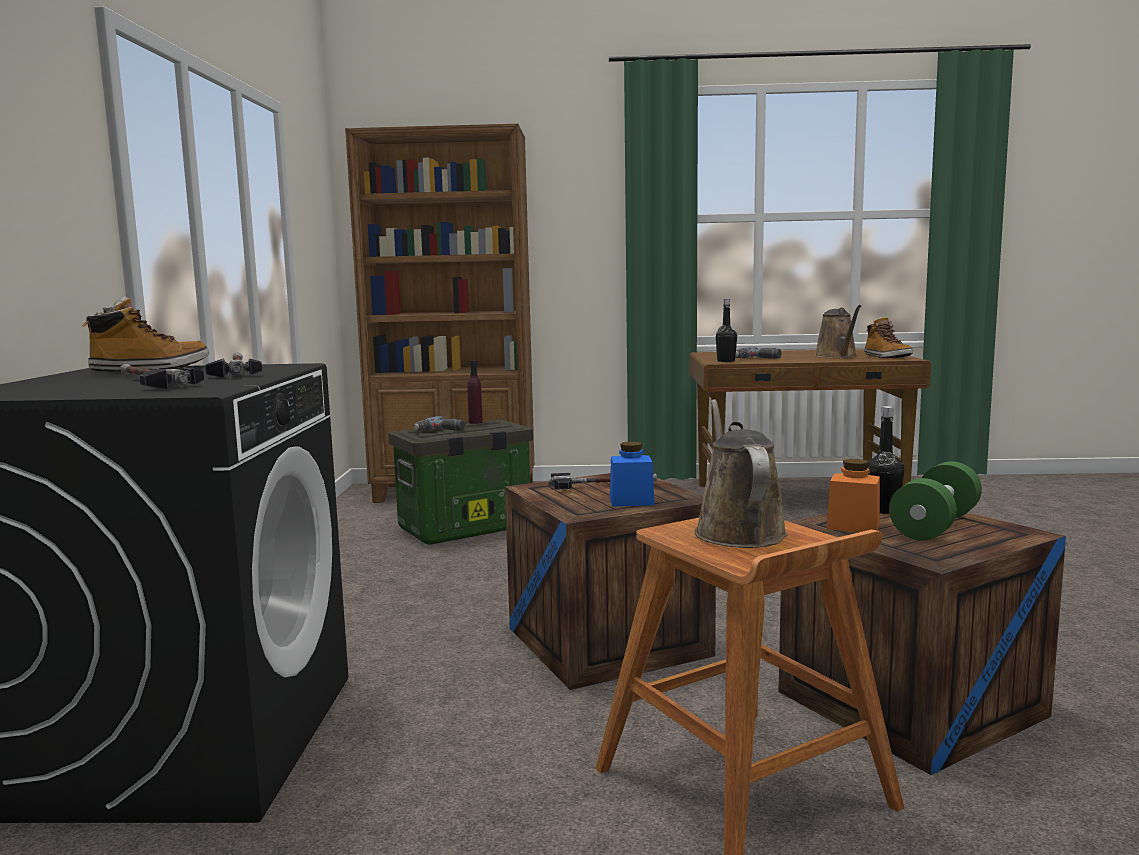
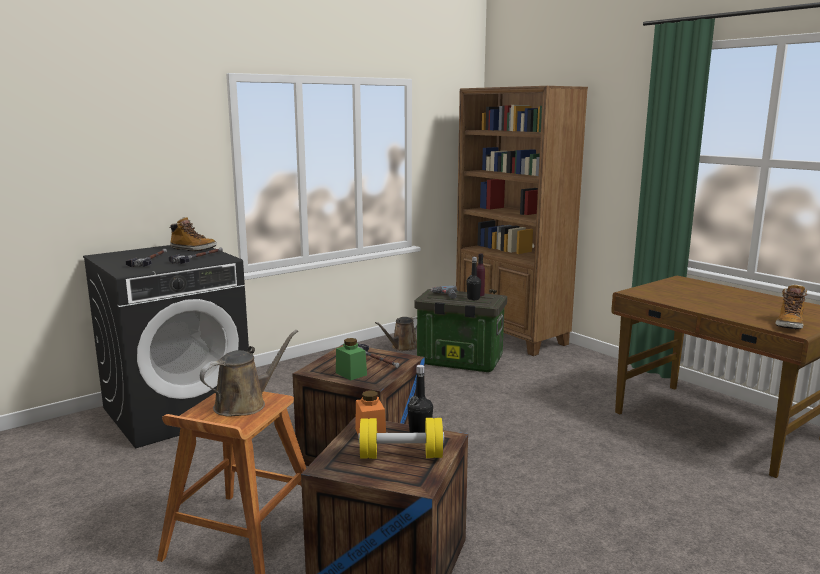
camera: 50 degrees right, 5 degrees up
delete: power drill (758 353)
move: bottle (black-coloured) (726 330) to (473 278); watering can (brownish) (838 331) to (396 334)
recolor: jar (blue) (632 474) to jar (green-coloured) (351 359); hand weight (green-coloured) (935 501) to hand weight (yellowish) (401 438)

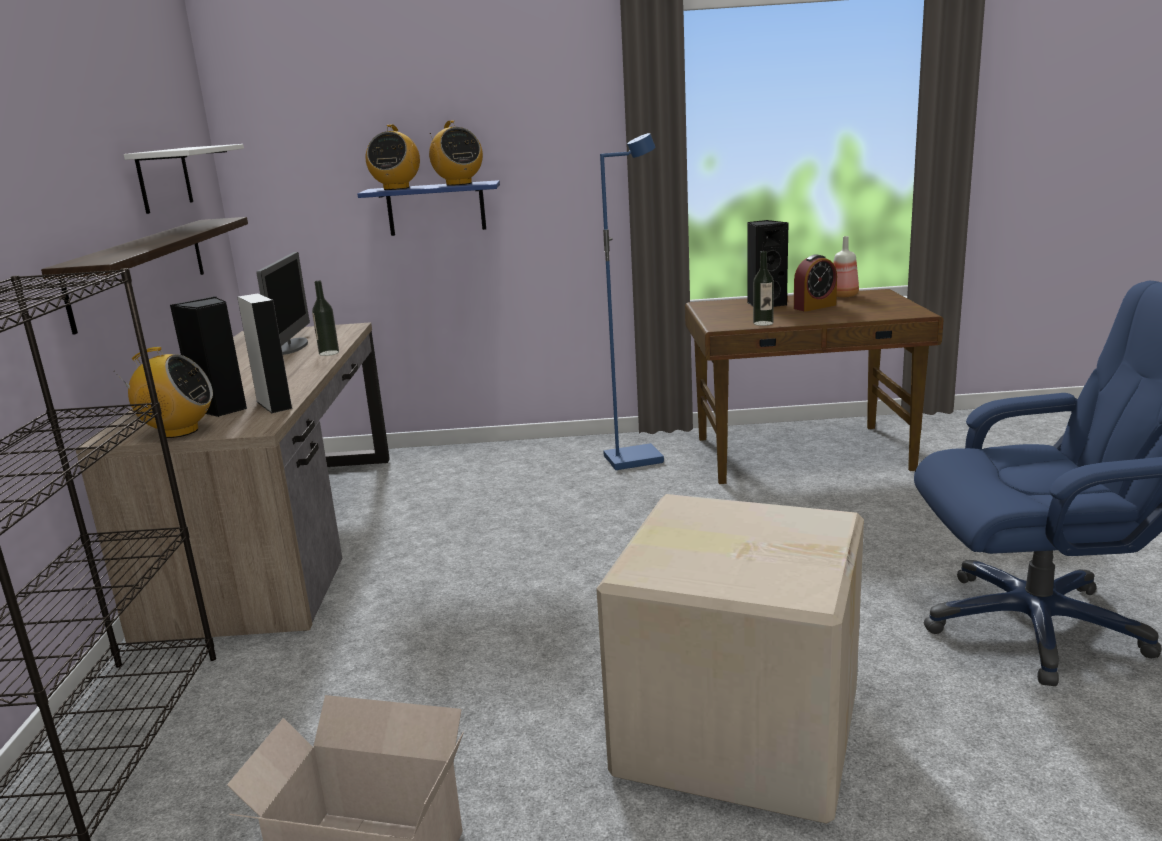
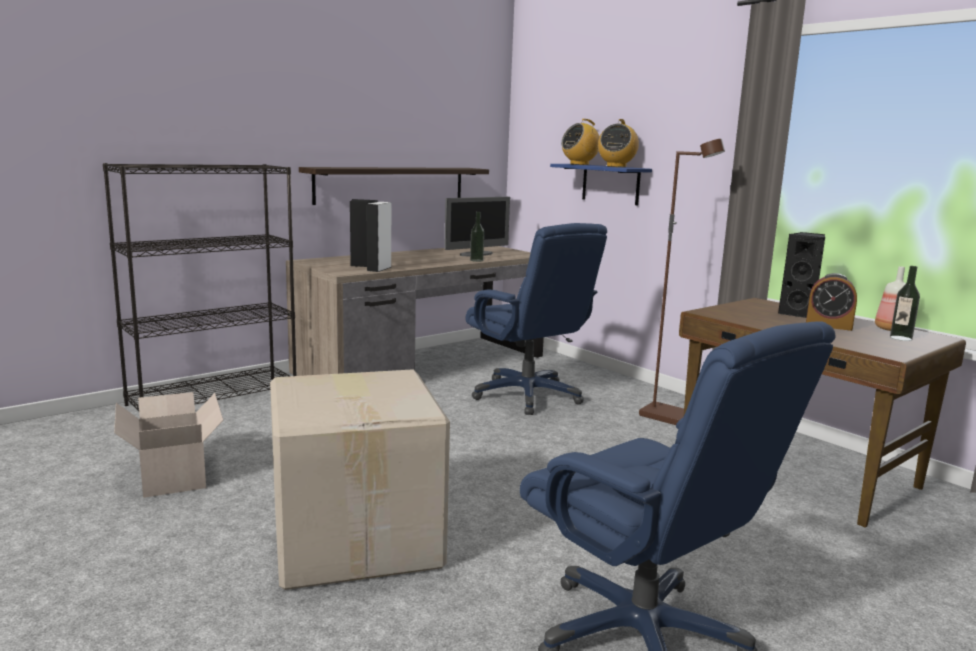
camera: 50 degrees right, 5 degrees down
delete: radio receiver (163 392); bracket shelf (white) (184 179)
insert: computer chair (blue) (536 319)
move: bottle (763 288) to (905 303)
recolor: standard lamp (blue) (632 301) to standard lamp (brownish) (682 282)

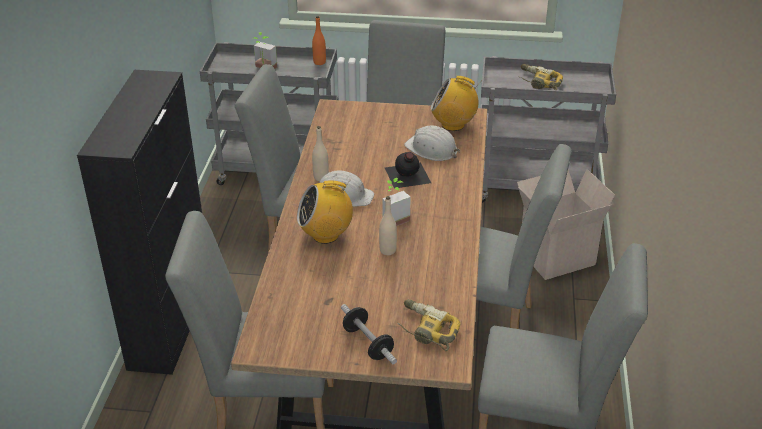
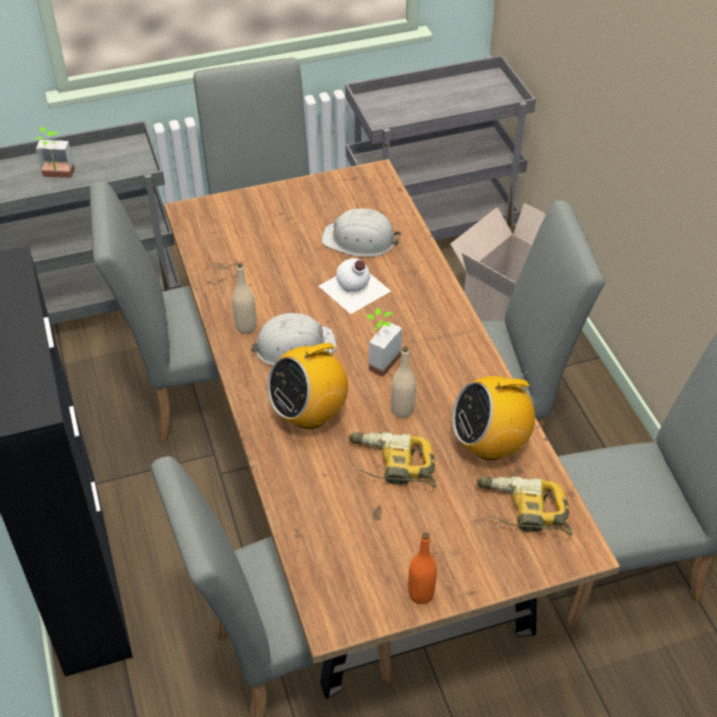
camera: 25 degrees left, 10 degrees up
delete: hand weight (369 334)
move: bottle (orange-coloured) (319 40) to (422 568); radio receiver (456 103) to (493 414); power drill (540 77) to (392 459)
recolor: bottle (black-coloured) (408 170) to bottle (white) (355 286)

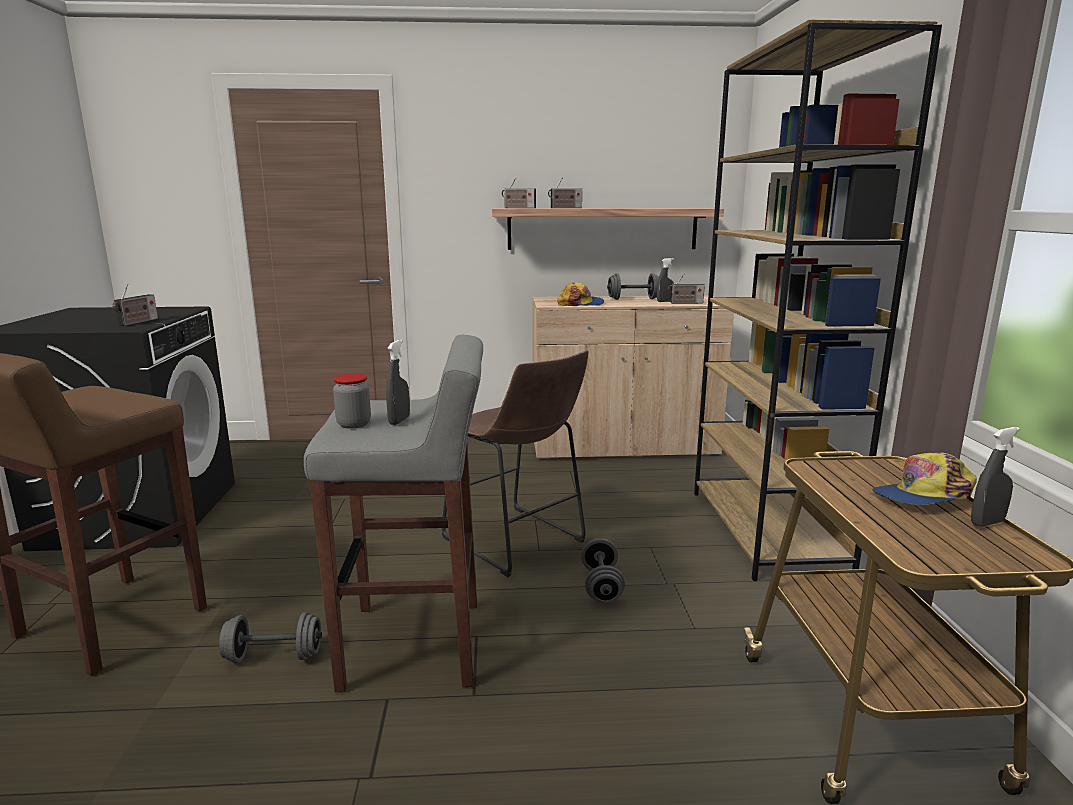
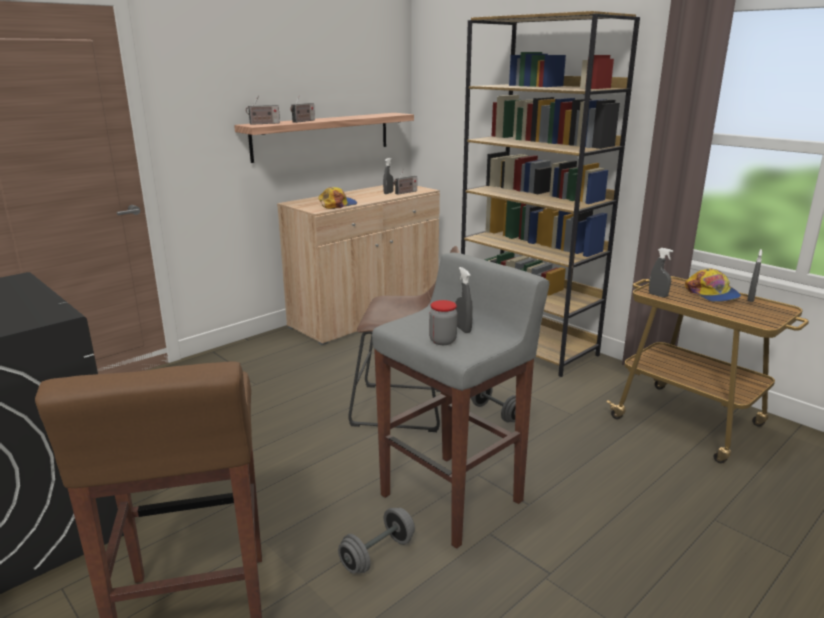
camera: 40 degrees left, 5 degrees up
delete: radio receiver (135 305); hand weight (gray) (633 286)
insert: hand sprayer (gray) (661 272)
rotate: peaked cap (924 478) = (713 285) 45 degrees counterclockwise

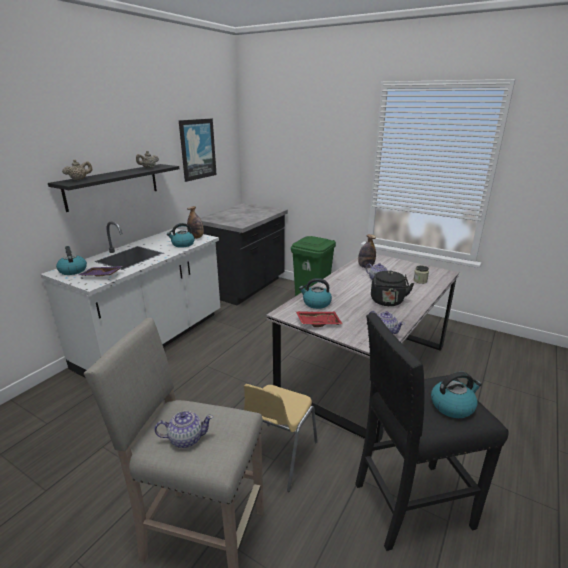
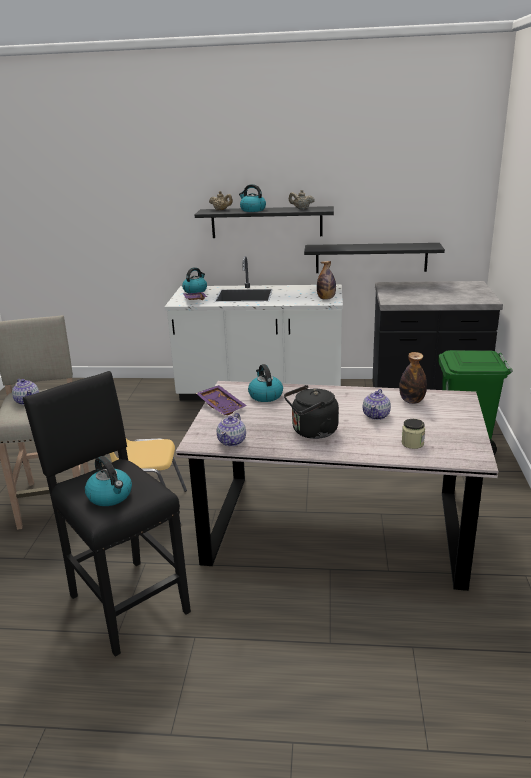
camera: 65 degrees right, 0 degrees up
delete: picture (198 150)
insert: bracket shelf (black-coloured) (374 258)
move: kettle (181 235) to (252 198)
recolor: tray (red) (319 319) to tray (purplish) (221 400)

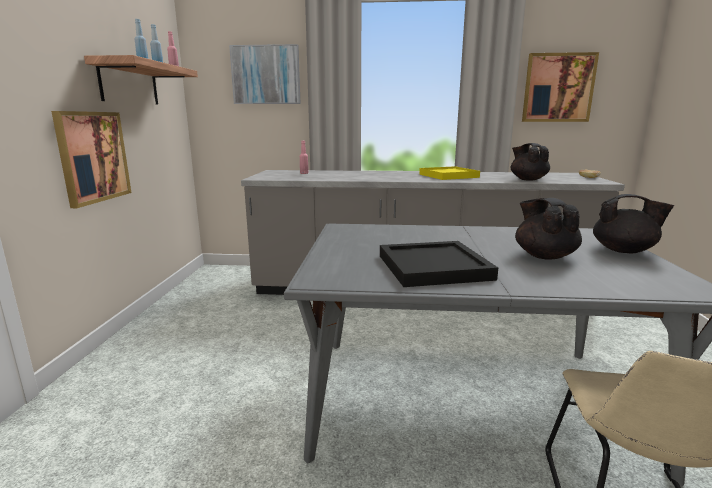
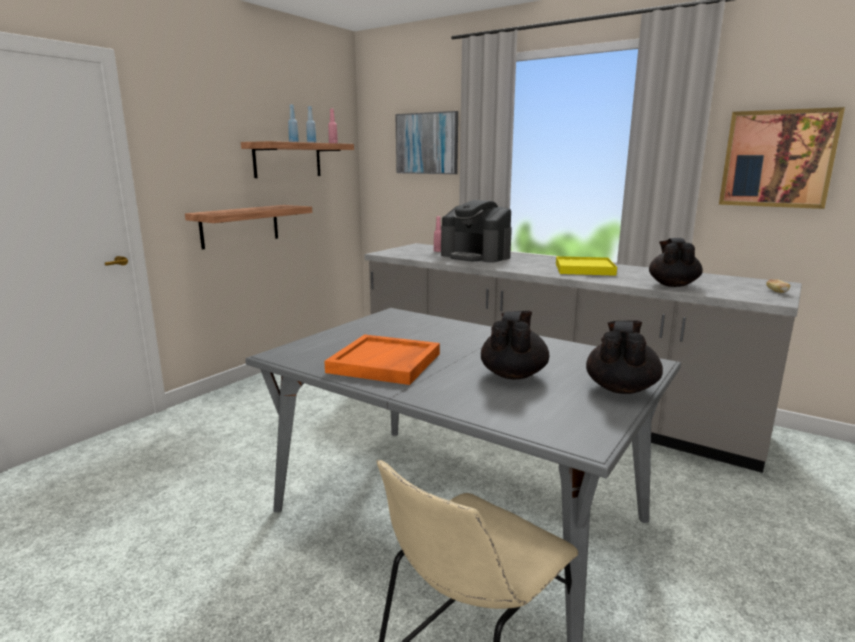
camera: 30 degrees right, 0 degrees up
insert: coffee machine (476 231)
replace: picture (91 159) to bracket shelf (248 227)
recolor: tray (black-coloured) (439 264) to tray (orange-coloured) (382 359)
rotate: pot for tea (black-coloured) (633 223) = (624 357) 120 degrees counterclockwise

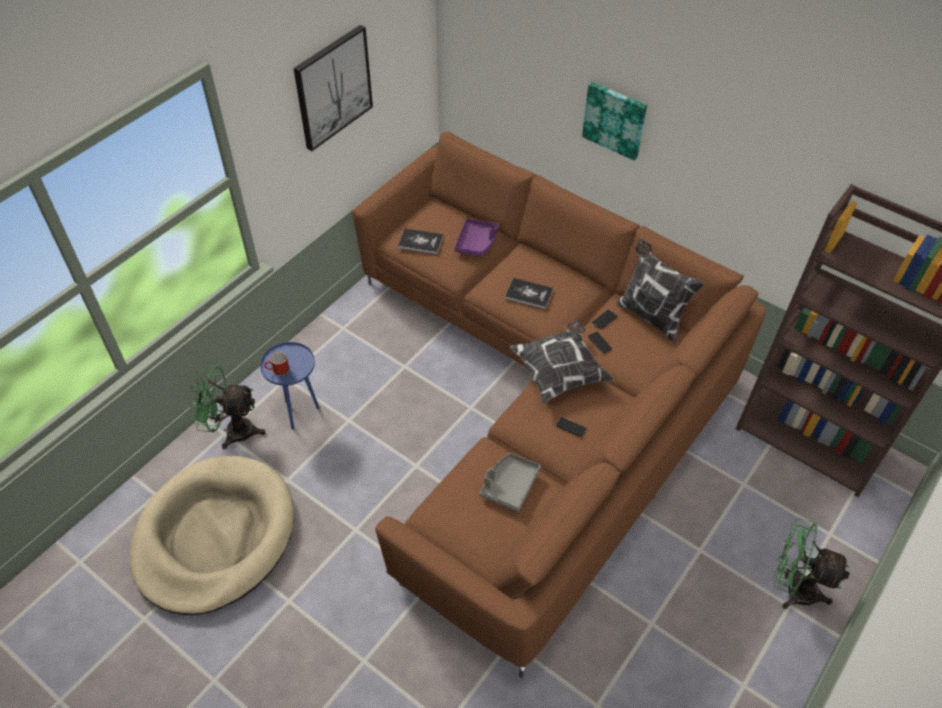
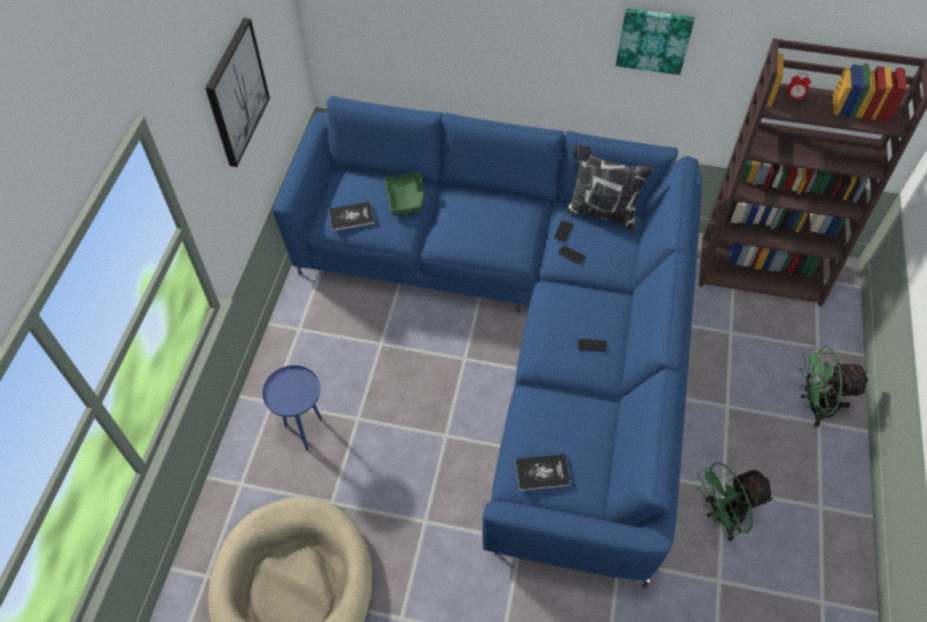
camera: 25 degrees left, 5 degrees up
delete: mug (red) (276 363); tray (gray) (510 482); pillow (562 362)
insert: alarm clock (799 87)
move: fan (green-coloured) (227 407) to (735 501); volume (529 293) to (543 472); picture (614 121) to (655 41)
recolor: sofa (brownish) (559 404) to sofa (blue) (487 342); tray (purplish) (476 237) to tray (green-coloured) (403 194)

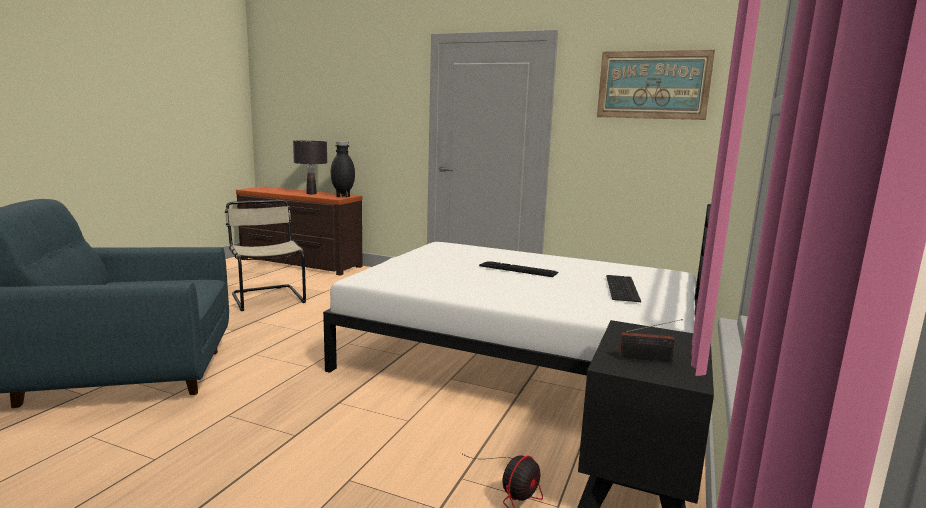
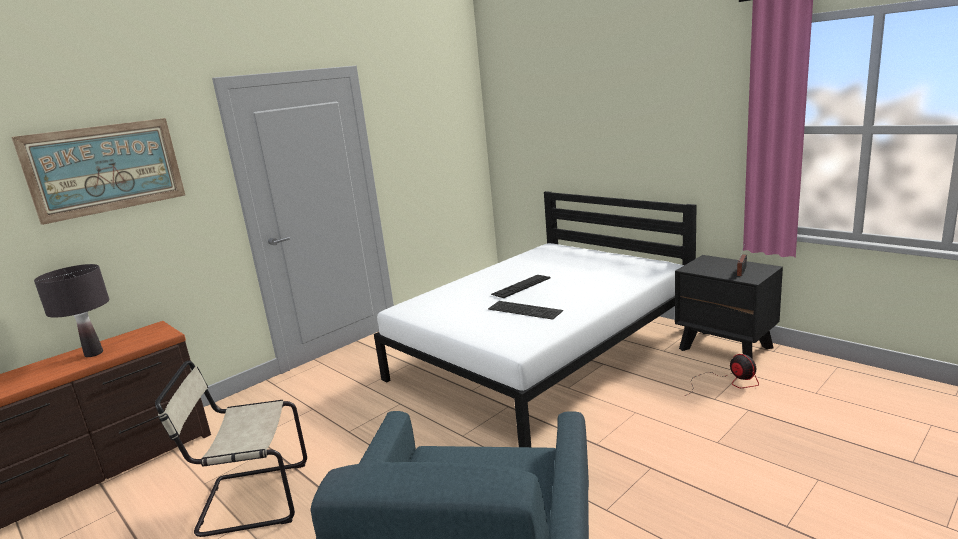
camera: 65 degrees left, 5 degrees up
delete: vase (black-coloured) (343 169)
move: picture (656 85) to (98 171); computer keyboard (623 288) to (525 310)

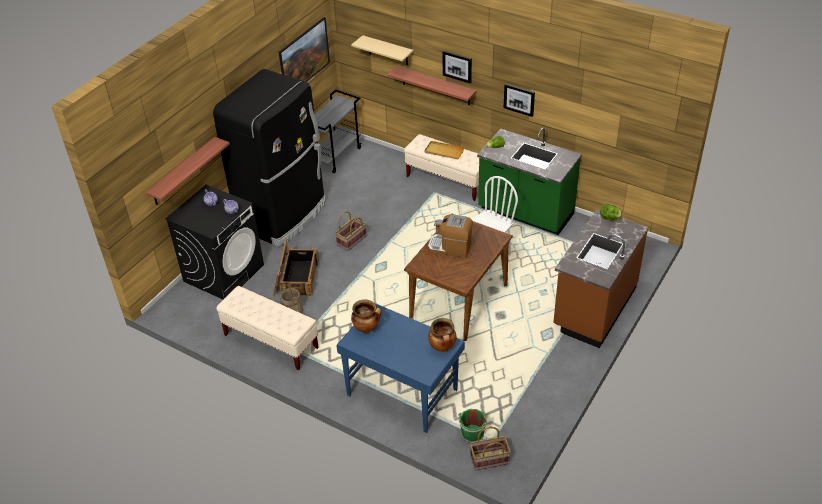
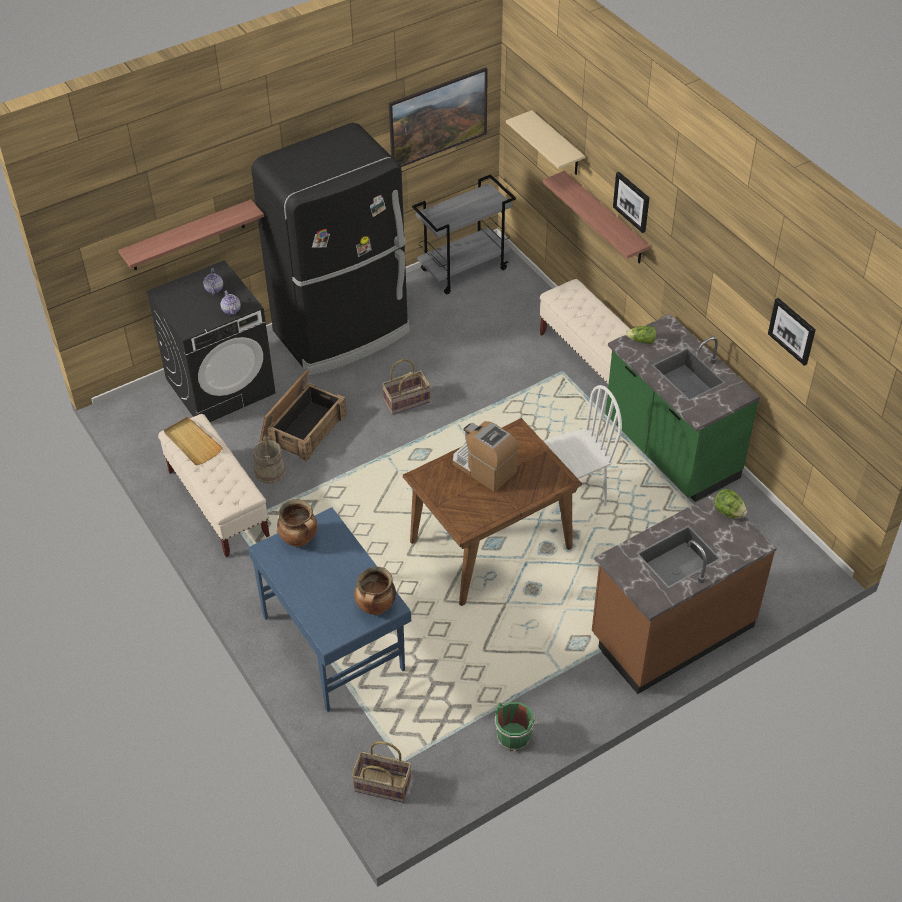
camera: 25 degrees right, 5 degrees up
move: tray (beige-coloured) (444 150) to (193 441); pail (green-coloured) (473 426) to (516 727); picture (519 100) to (792 332)

